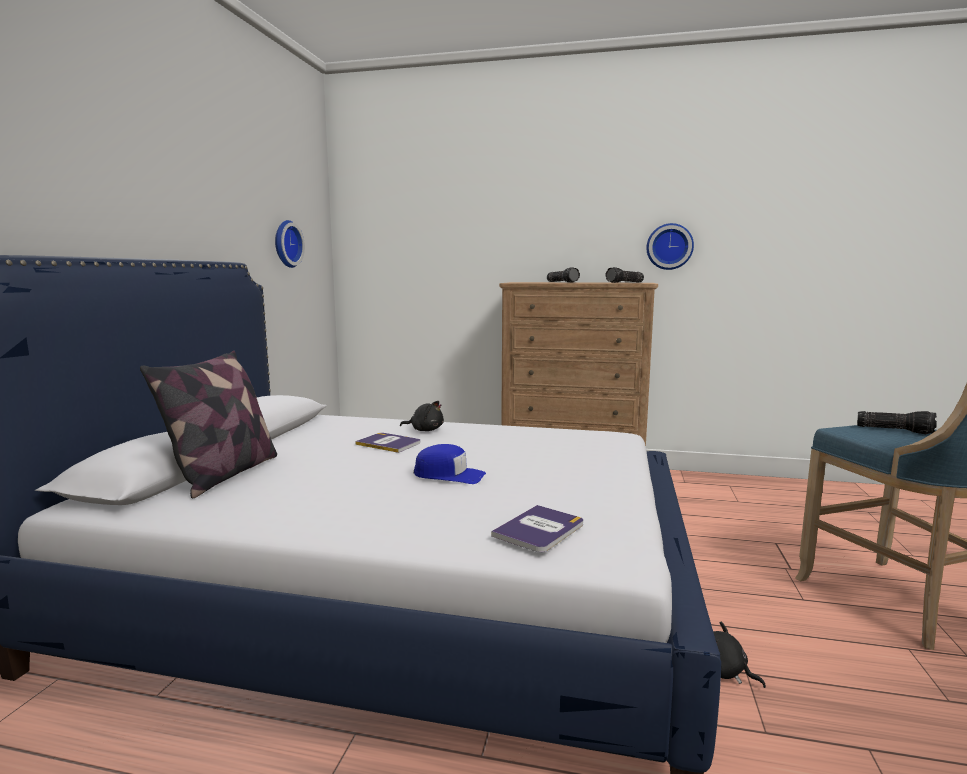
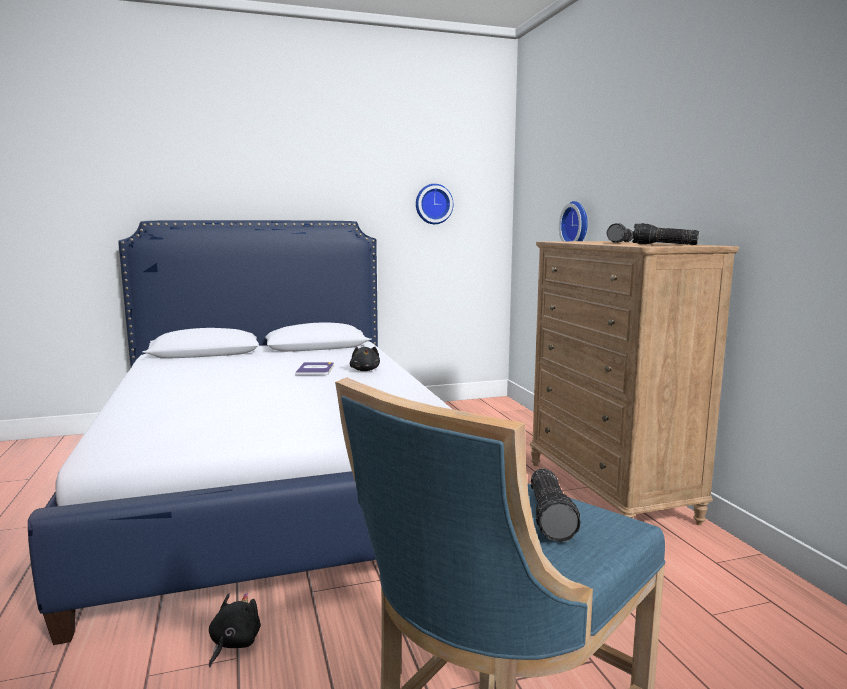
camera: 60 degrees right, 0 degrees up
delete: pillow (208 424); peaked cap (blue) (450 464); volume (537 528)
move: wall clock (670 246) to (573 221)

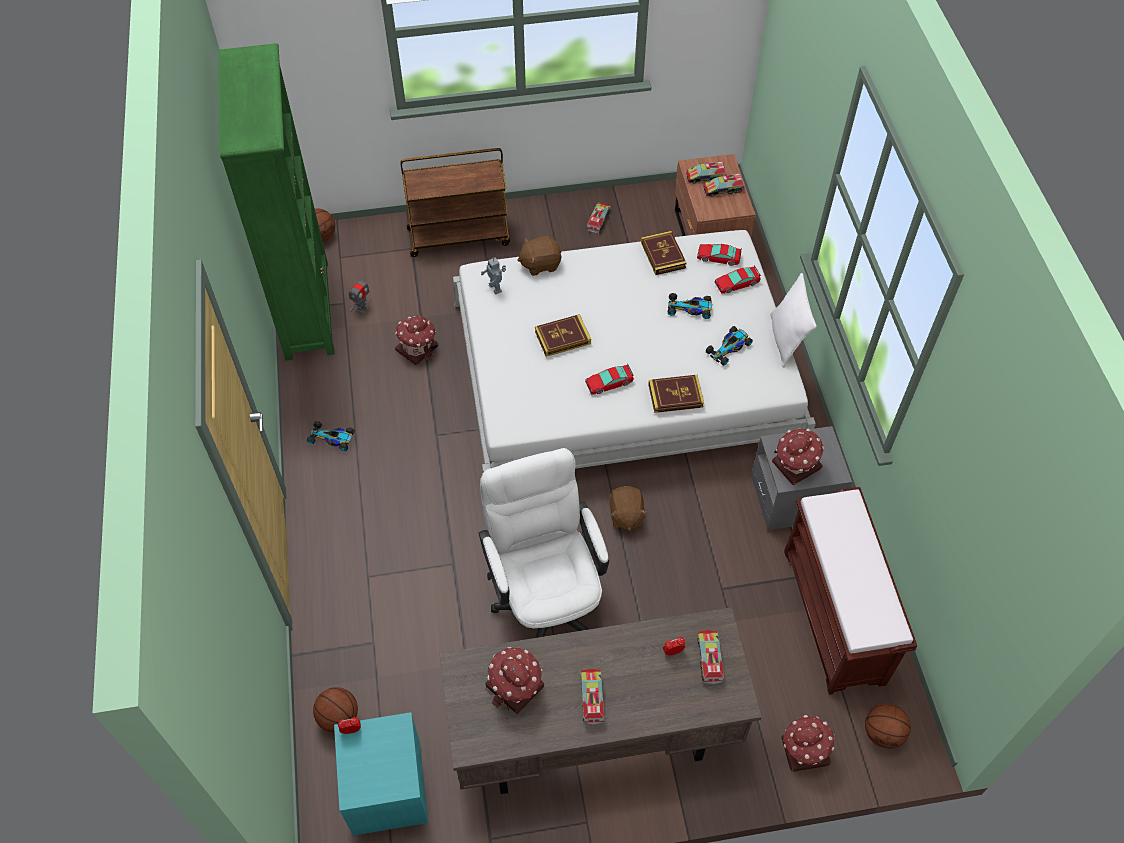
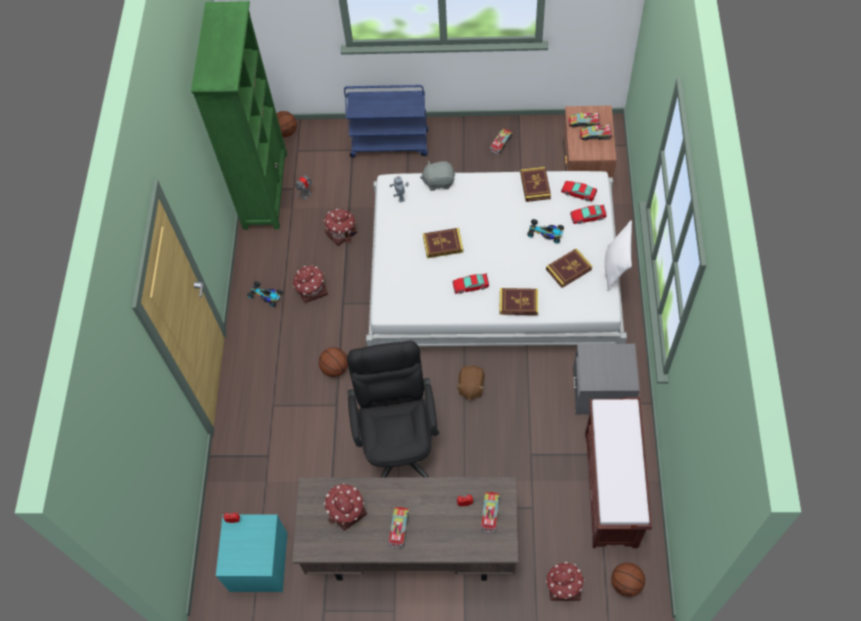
camera: 15 degrees right, 5 degrees up
move: ball for basketball (335 709) to (333 362); toy house (798 456) to (310 284)
replace: model car (729 346) to volume (569 268)
recolor: trolley (brownish) (455 202) to trolley (blue) (386 121); computer chair (white) (544 543) to computer chair (black-coloured) (393 409); plush toy (brownish) (539 256) to plush toy (gray) (437 176)

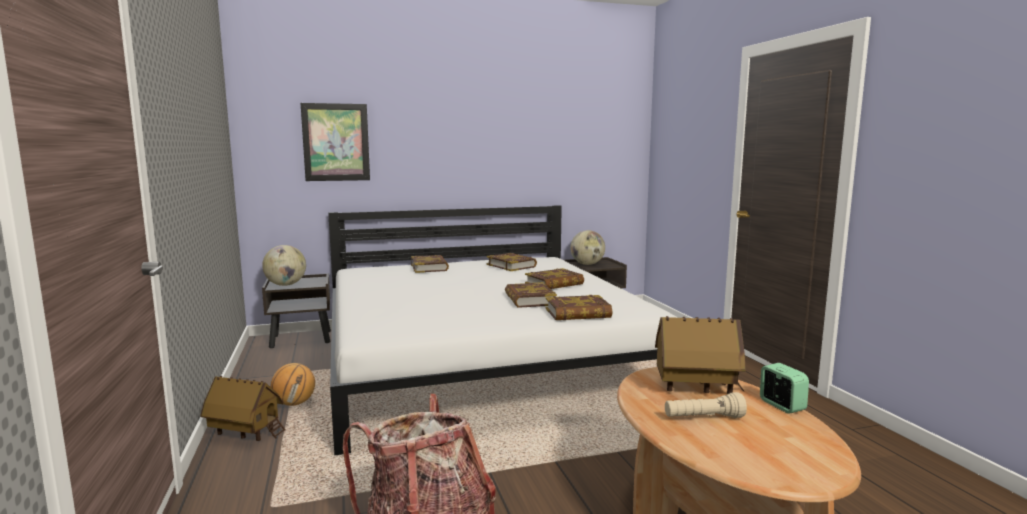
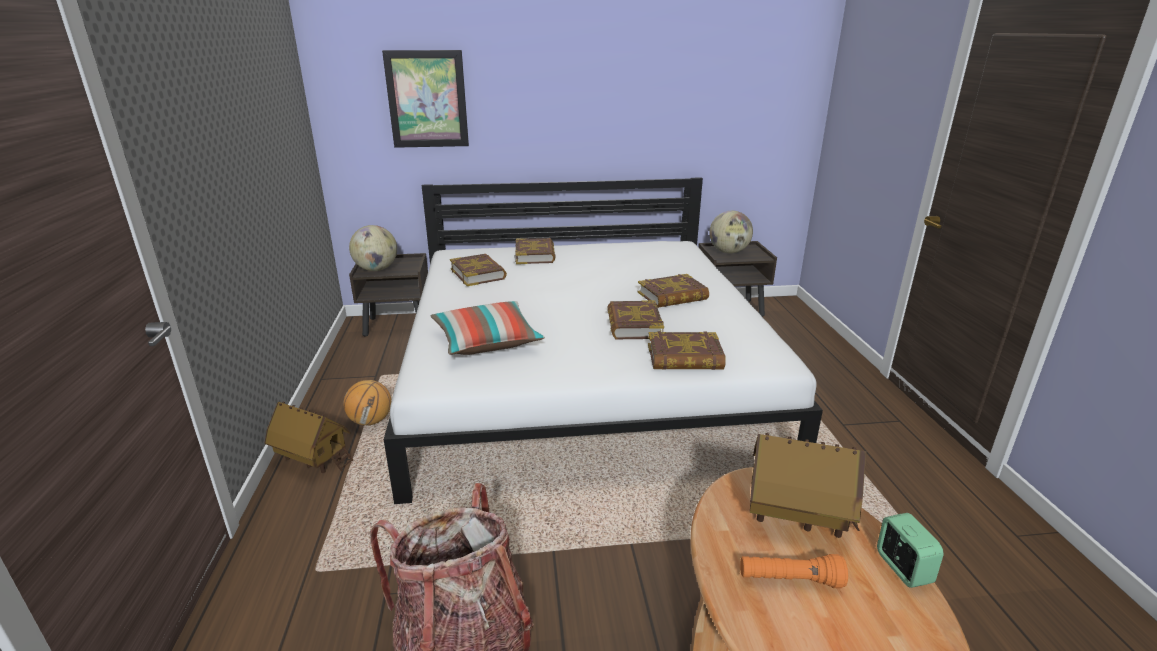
camera: 10 degrees right, 15 degrees up
insert: pillow (487 328)
move: volume (511 262) to (478 270)
recolor: hand torch (beige-coloured) (706 405) to hand torch (orange-coloured) (794 571)

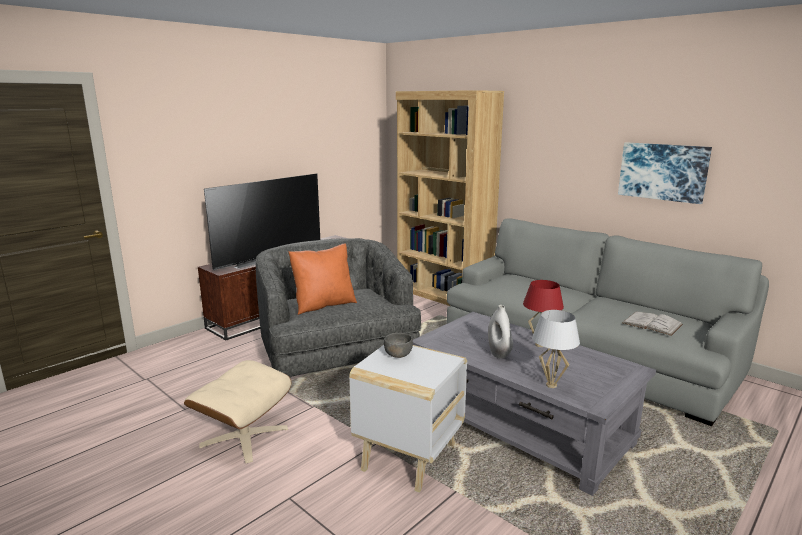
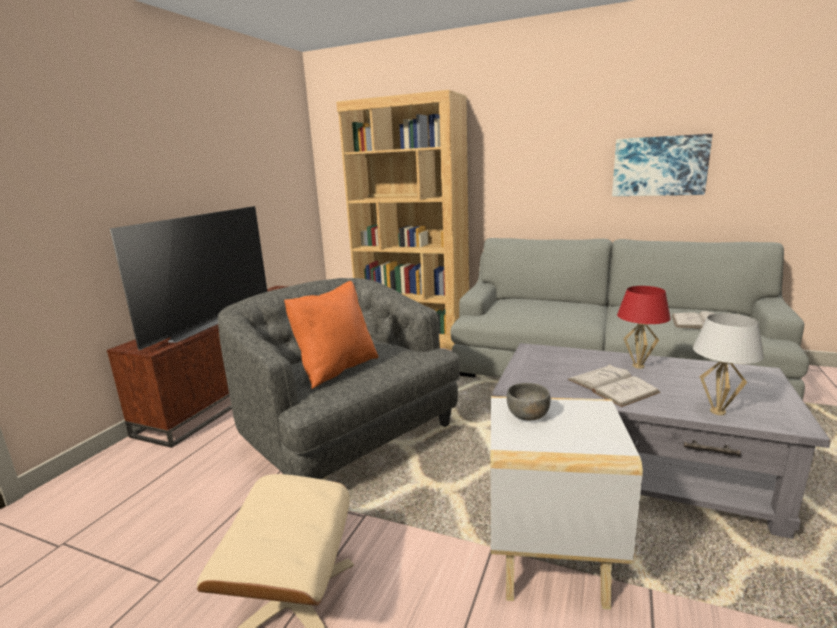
camera: 20 degrees left, 0 degrees up
replace: vase (white) (500 332) to volume (white) (614 385)

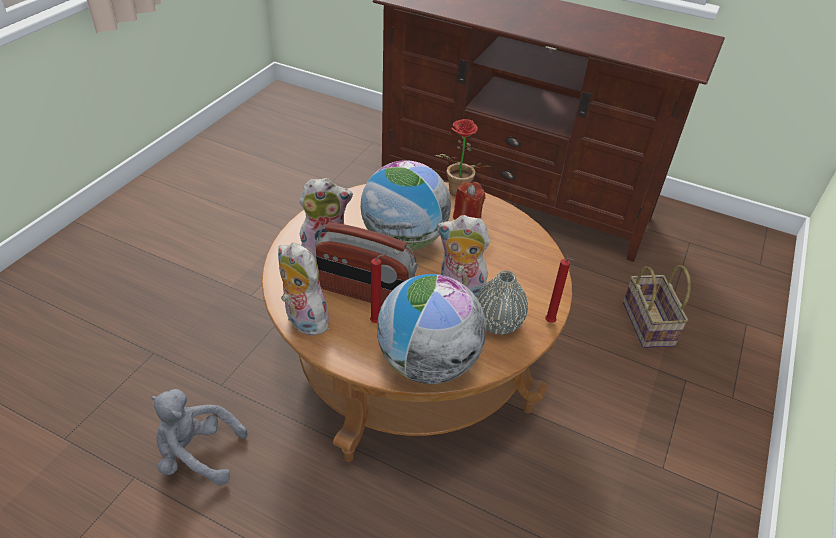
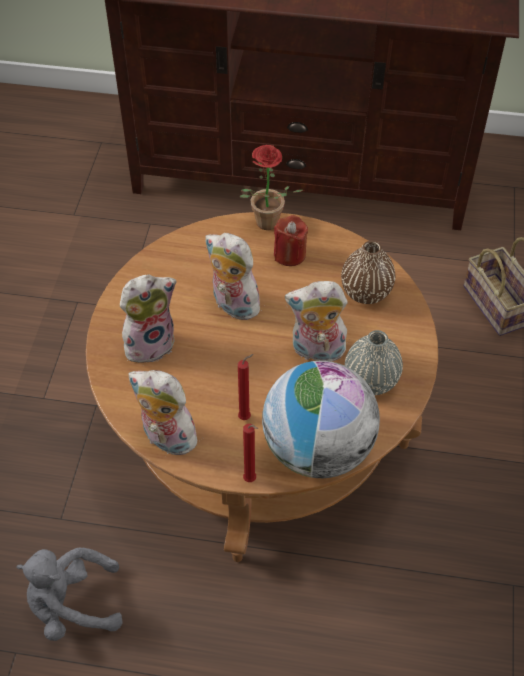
camera: 15 degrees left, 10 degrees up
delete: radio receiver (366 264)
insert: vase (brownish) (368 272)
move: wax light (red) (560 290) to (250 453)
replace: world globe (406 205) to plush toy (233 276)

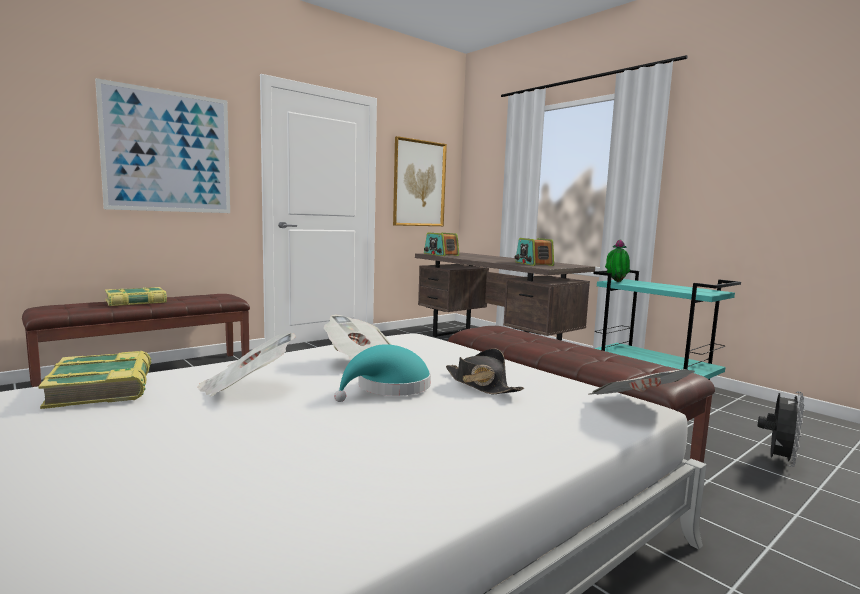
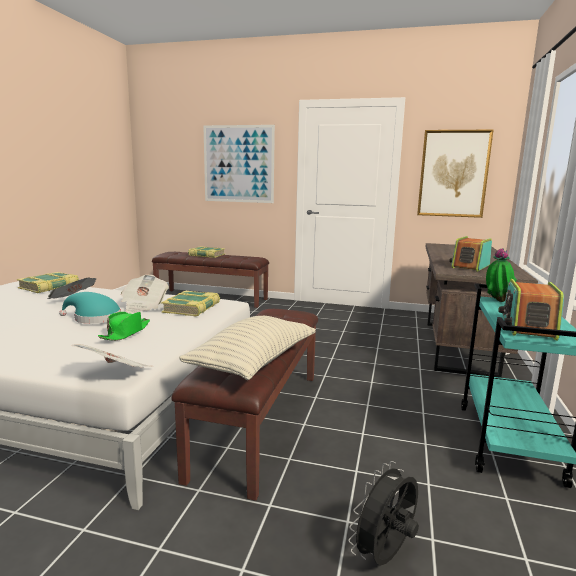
camera: 55 degrees right, 5 degrees up
insert: volume (190 304); pillow (247 348)
move: radio receiver (441 244) to (531 310)
recolor: clothing hat (black-coloured) (485 371) to clothing hat (green-coloured) (124 326)
rotate: fan (black-coloured) (780 429) = (383 513) 135 degrees clockwise

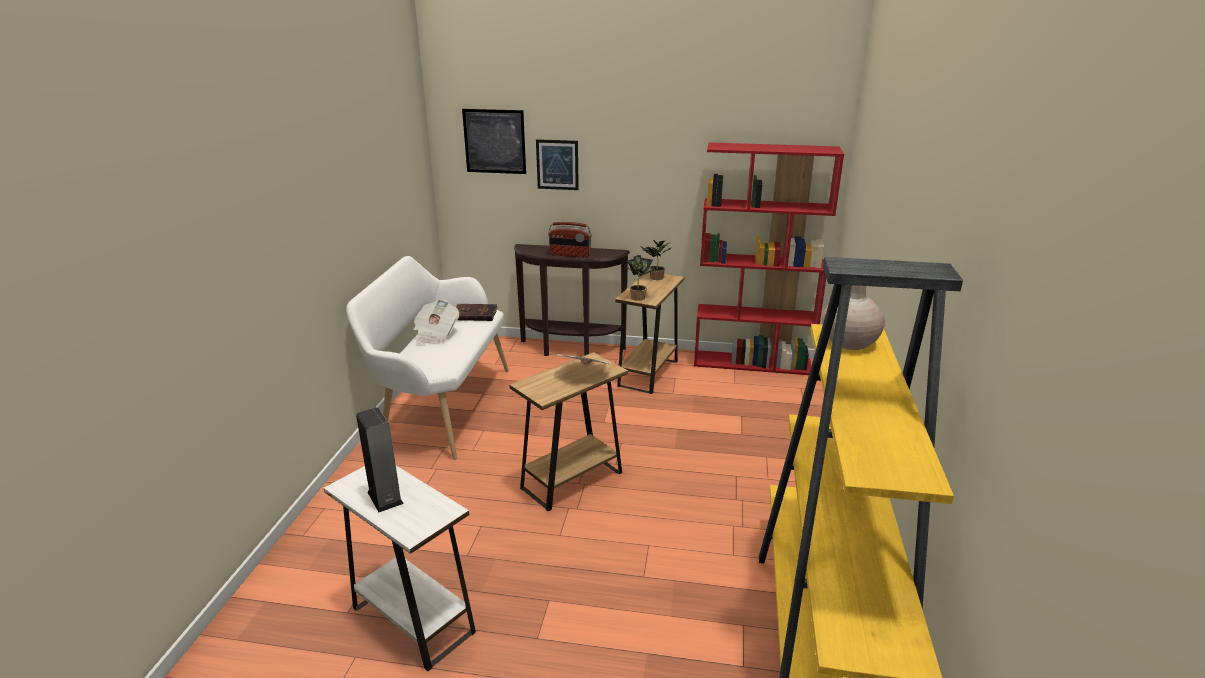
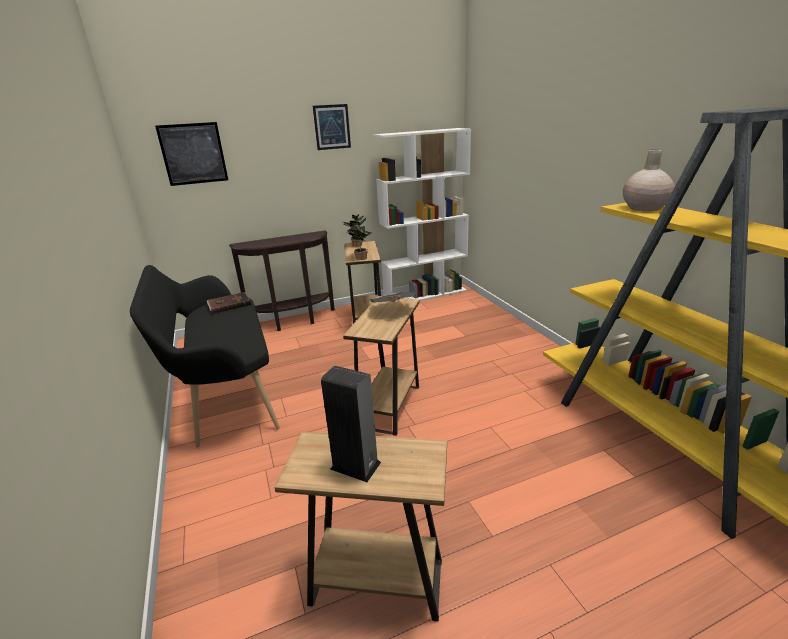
camera: 30 degrees left, 0 degrees up
delete: printed paper (437 321); radio receiver (570 240)
move: picture (557 164) to (332 127)
recolor: end table (white) (400 568) to end table (brownish) (360 527); bench (white) (427 358) to bench (black-coloured) (205 356); bookshelf (red) (769 258) to bookshelf (white) (422 214)

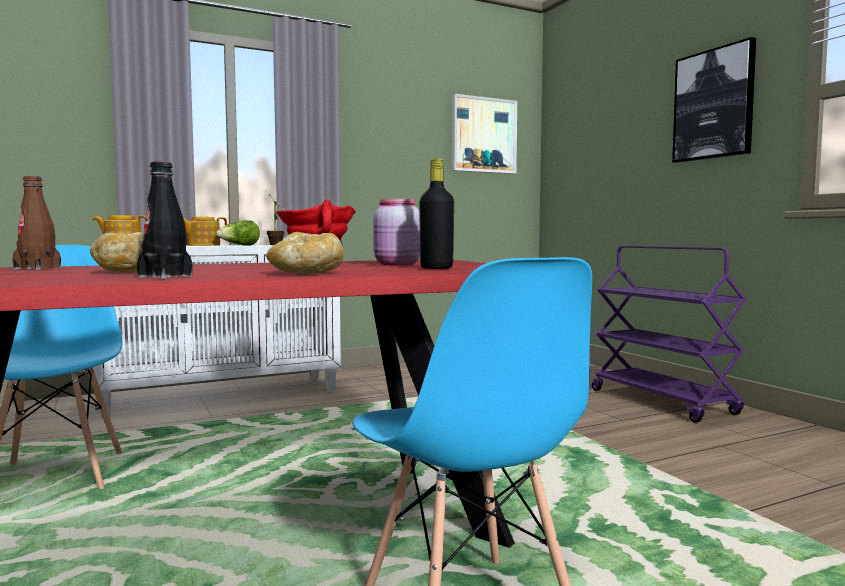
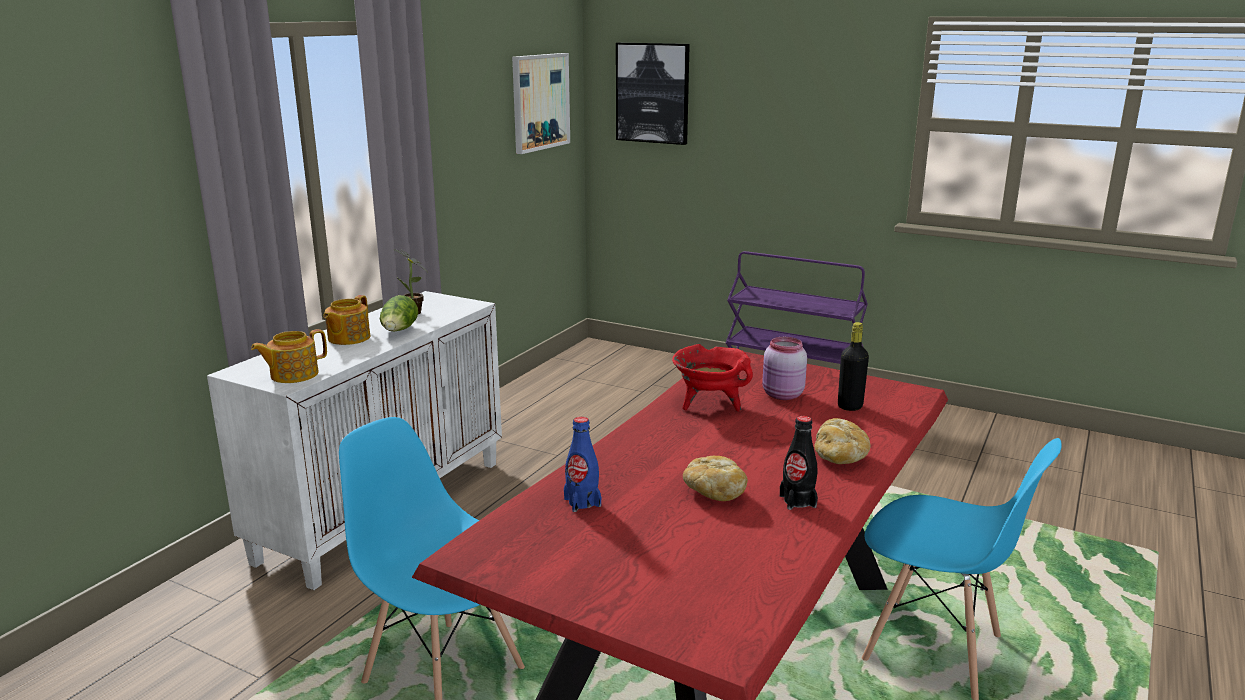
camera: 35 degrees left, 15 degrees up
move: picture (714 100) to (653 94)
recolor: bottle (brownish) (36 223) to bottle (blue) (582 464)

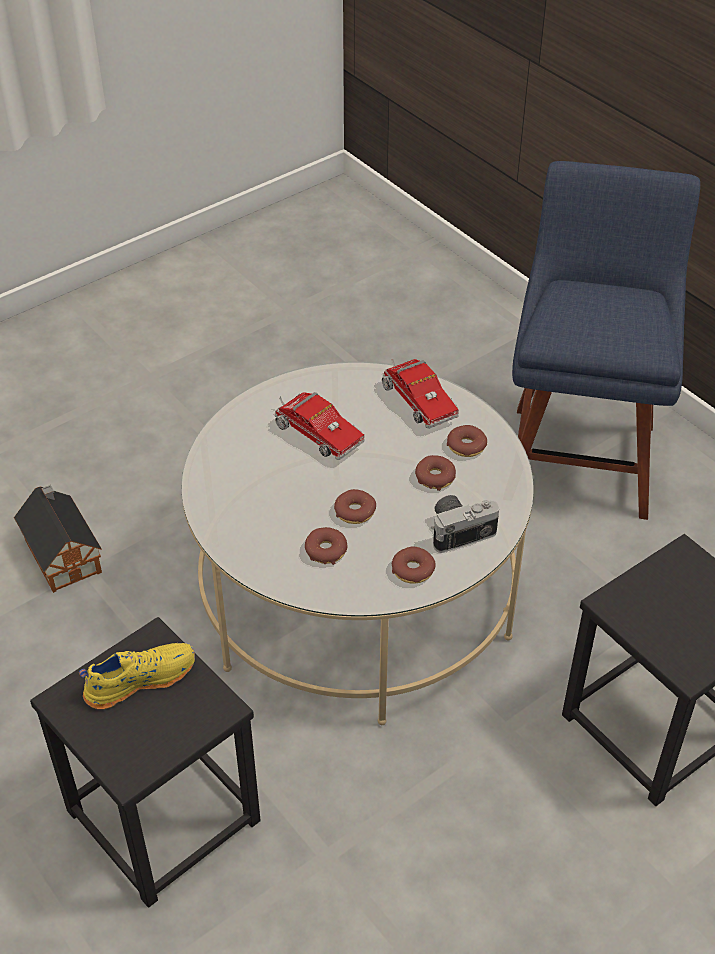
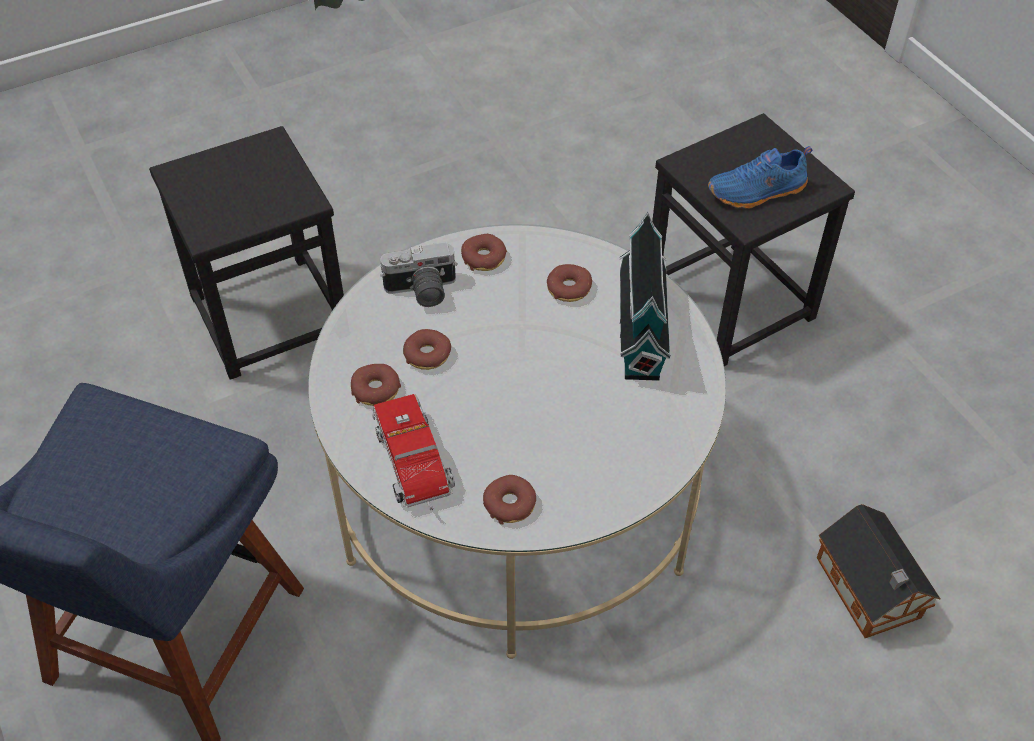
camera: 170 degrees left, 5 degrees up
delete: toy lorry (319 426)
insert: toy house (645 296)
move: donut (355 506) to (509 499)
recolor: shoe (yellowish) (137 676) to shoe (blue) (760 177)

